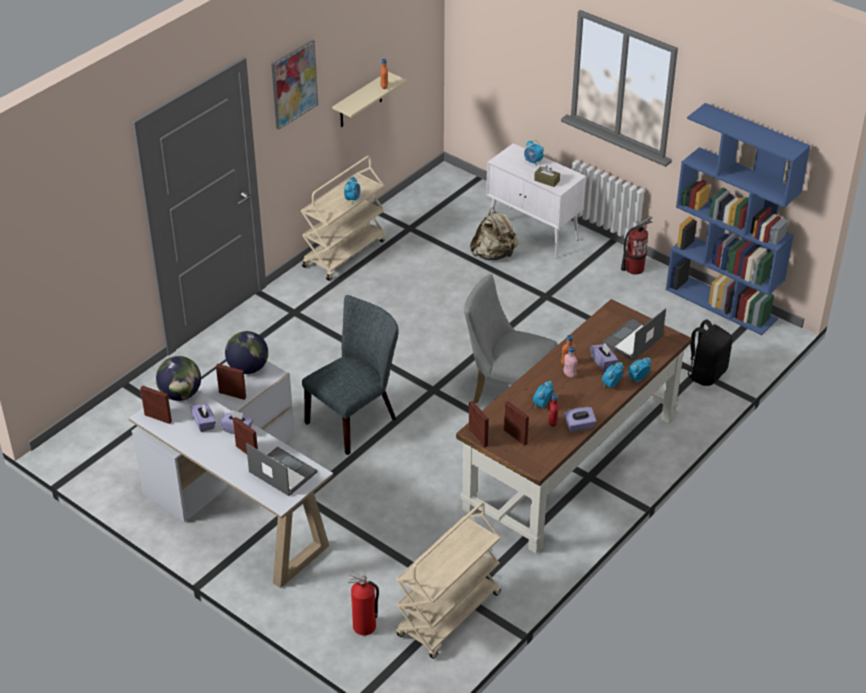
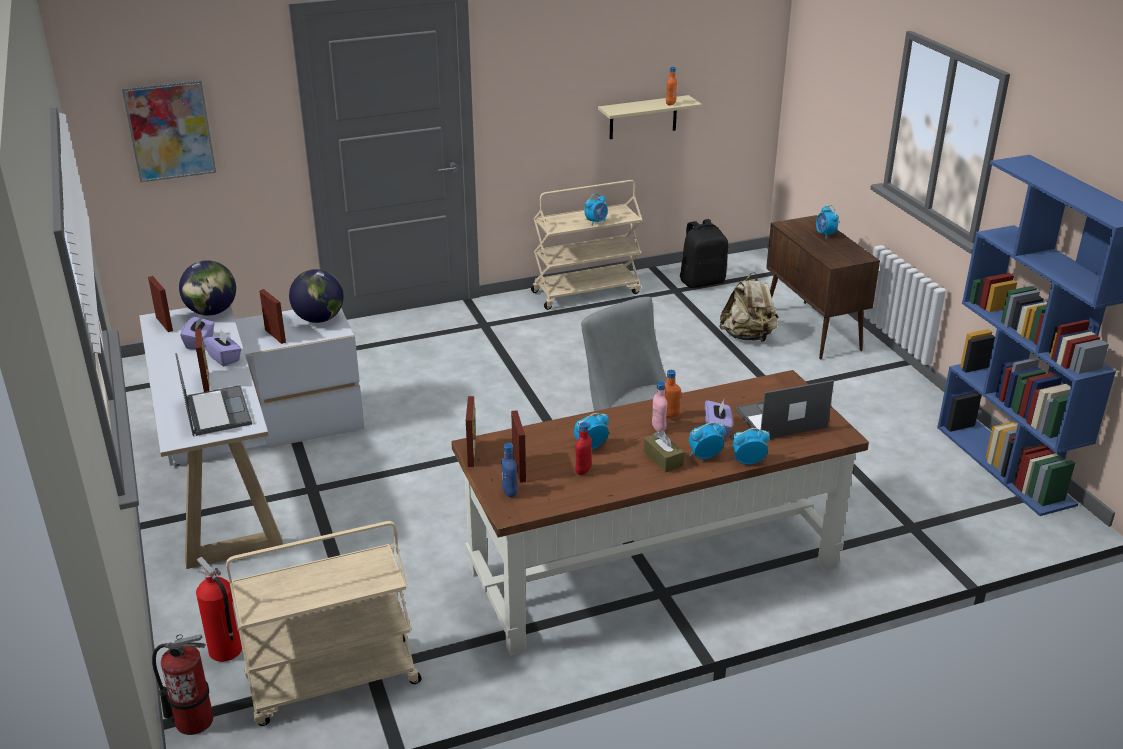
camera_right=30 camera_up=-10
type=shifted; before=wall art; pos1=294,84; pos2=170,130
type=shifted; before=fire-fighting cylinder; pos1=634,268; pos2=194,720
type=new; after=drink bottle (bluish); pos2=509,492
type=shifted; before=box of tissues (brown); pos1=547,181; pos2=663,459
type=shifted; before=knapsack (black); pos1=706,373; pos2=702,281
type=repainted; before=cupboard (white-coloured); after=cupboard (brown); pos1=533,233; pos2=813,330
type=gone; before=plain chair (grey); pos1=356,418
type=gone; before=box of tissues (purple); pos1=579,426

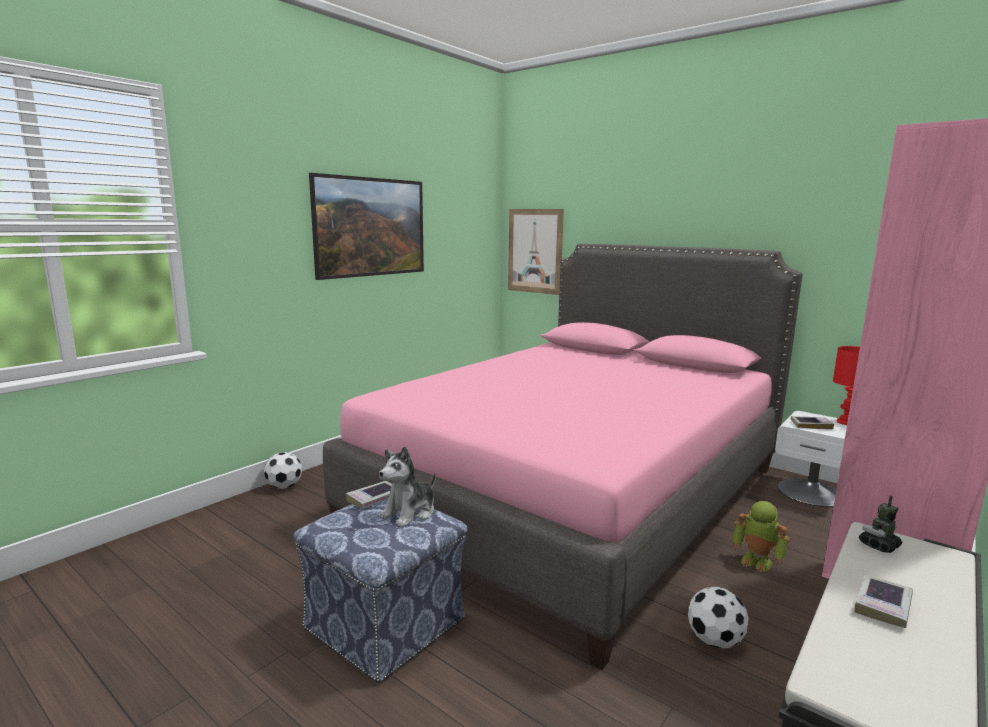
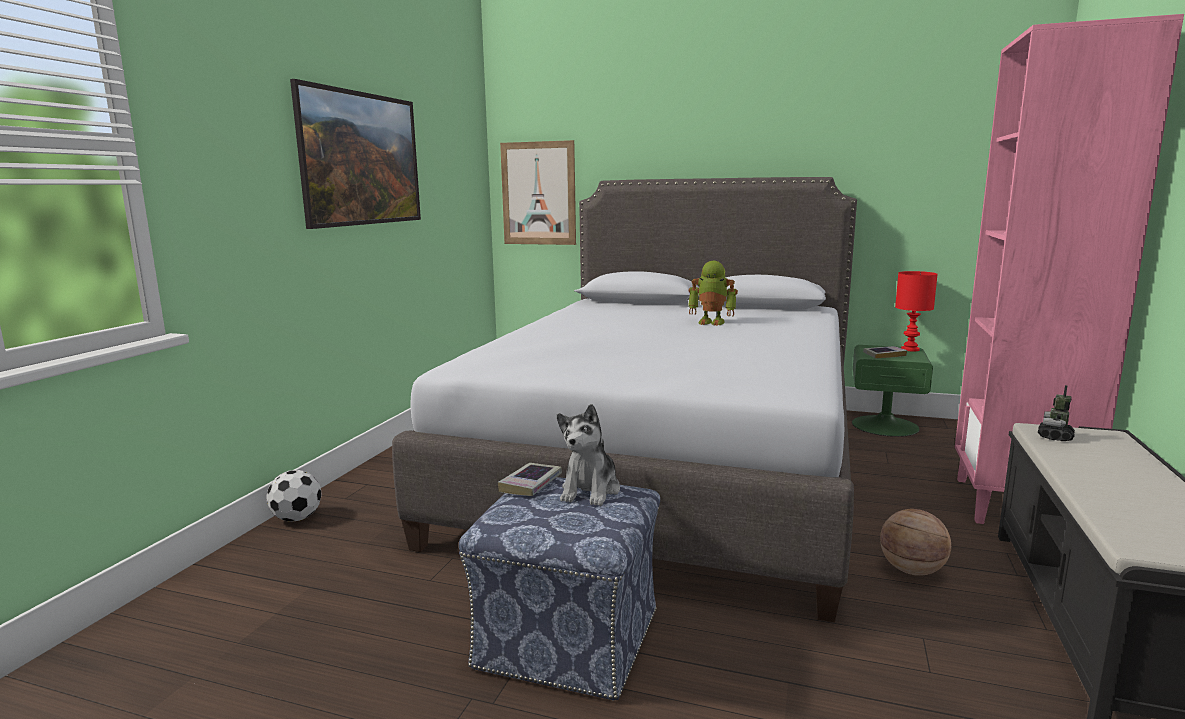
camera_right=-20 camera_up=0
type=repainted; before=bedroom bed (pink-coloured); after=bedroom bed (grey); pos1=574,495; pos2=667,465
type=shifted; before=toy robot; pos1=757,561; pos2=712,322
type=repainted; before=night table (white-coloured); after=night table (green); pos1=811,492; pos2=885,425
type=swapped; before=ball for football; after=ball for basketball; pos1=715,641; pos2=911,570
type=gone; before=volume; pos1=883,605

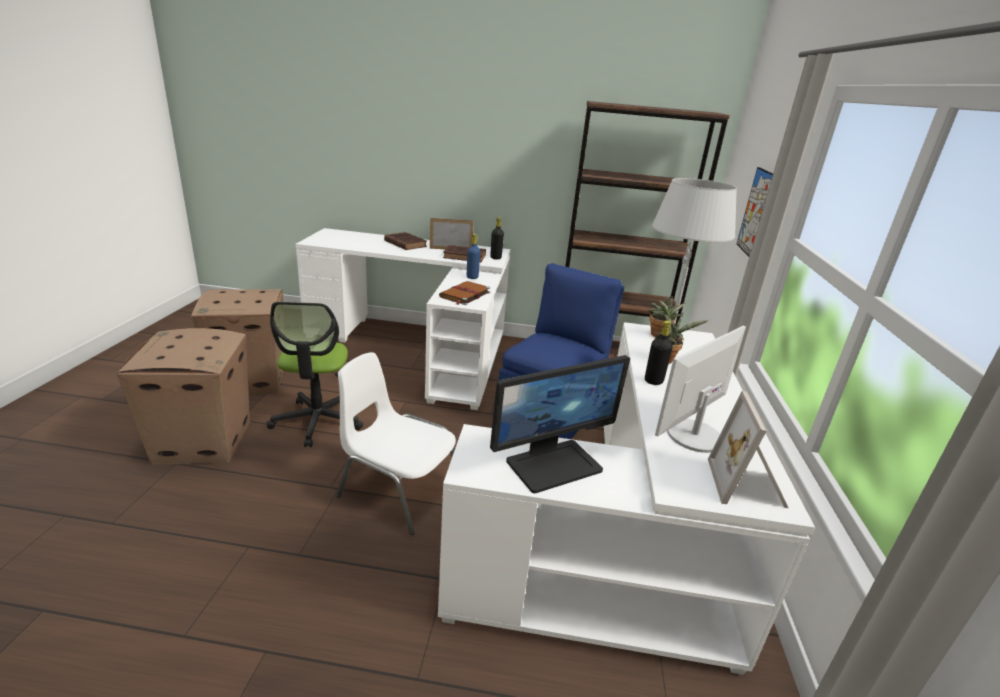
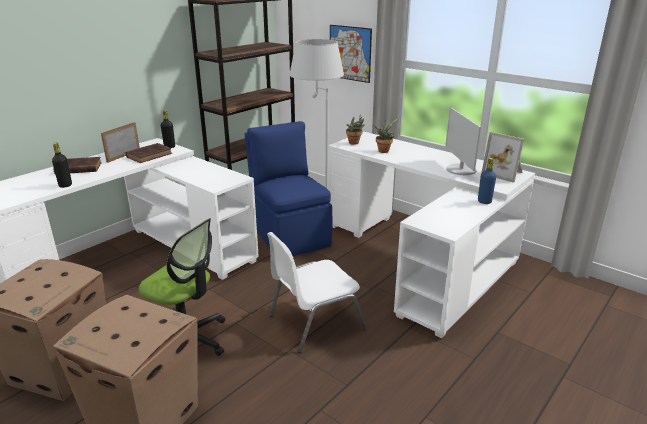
camera_right=-55 camera_up=0
type=shifted; before=drink bottle (black); pos1=653,381; pos2=65,185
type=shifted; before=drink bottle (bluish); pos1=472,277; pos2=484,201
type=gone; before=volume (brown); pos1=464,295
type=gone; before=computer display; pos1=553,464

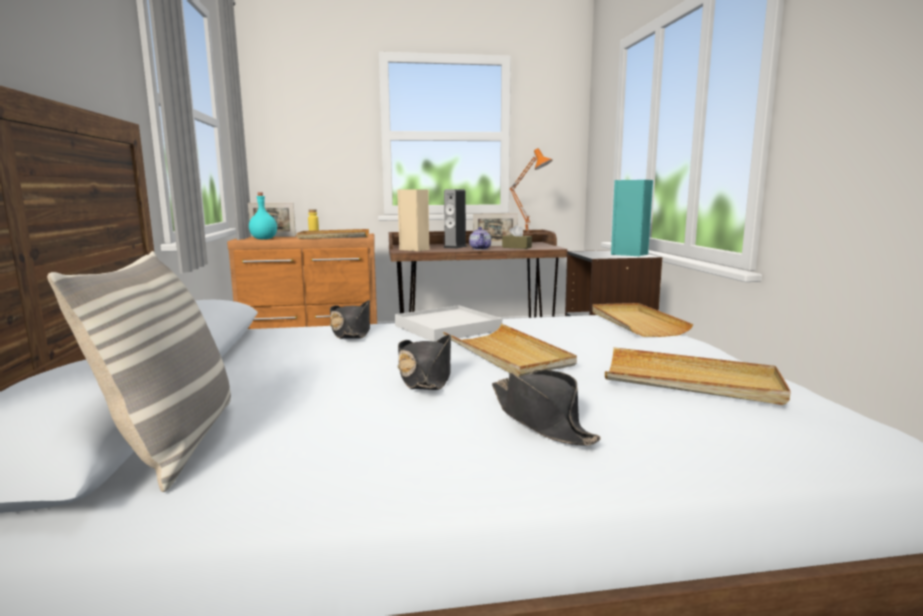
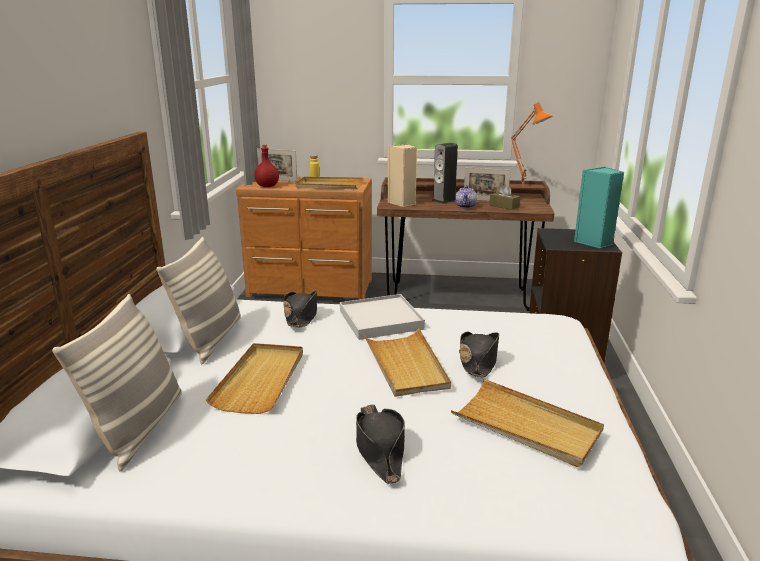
camera_right=15 camera_up=10
type=new; after=cushion; pos2=210,339
type=shifted; before=carrying tray (beige); pos1=635,323; pos2=261,380
type=repainted; before=drink bottle (turquoise-coloured); after=drink bottle (red); pos1=263,239; pos2=267,186
type=shifted; before=clothing hat (black); pos1=425,377; pos2=478,360

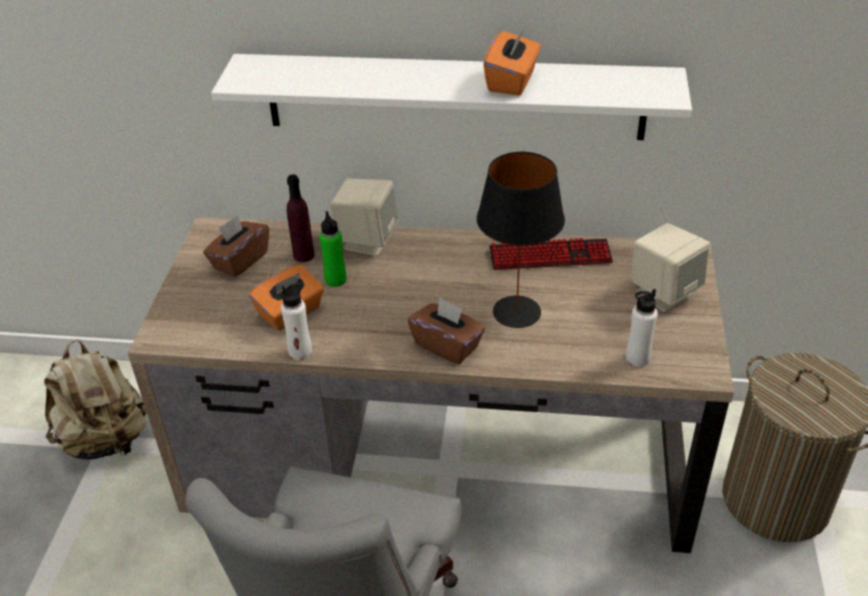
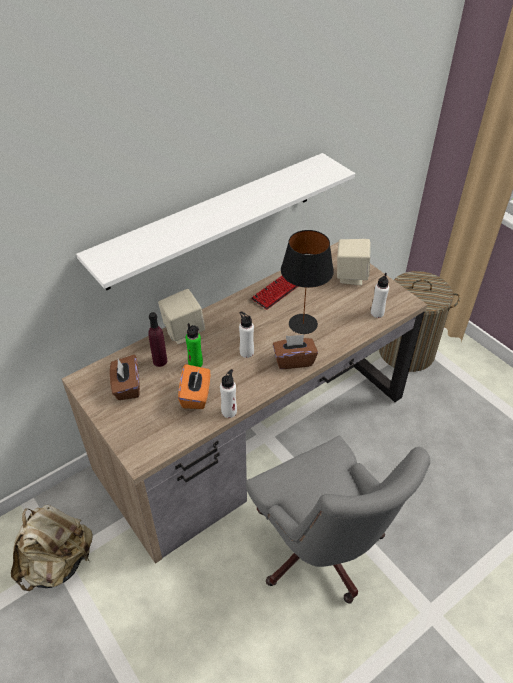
camera_right=-45 camera_up=5
type=new; after=drink bottle (white-coloured); pos2=246,352
type=gone; before=box of tissues (orangey); pos1=512,81

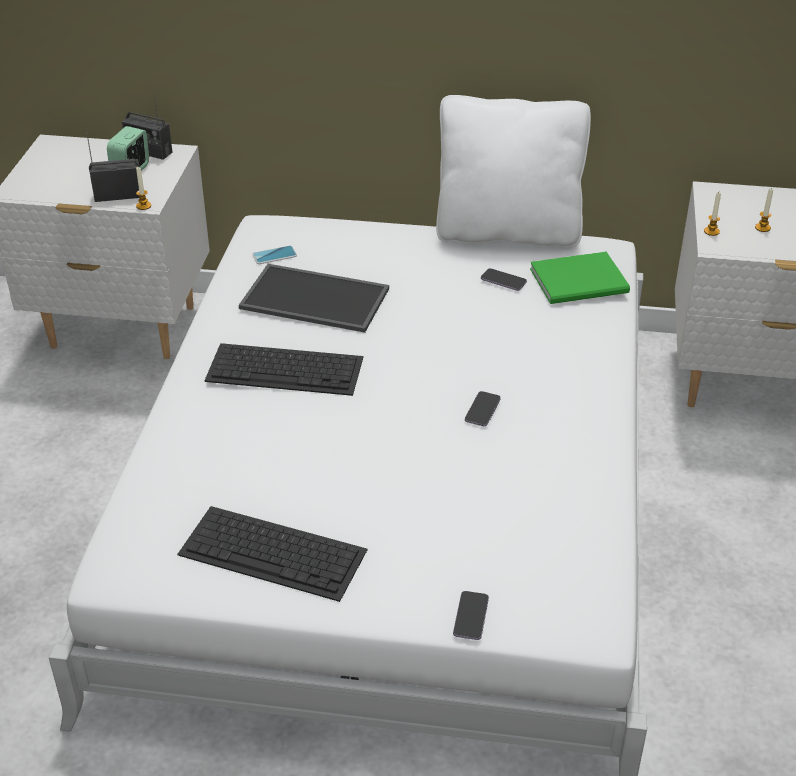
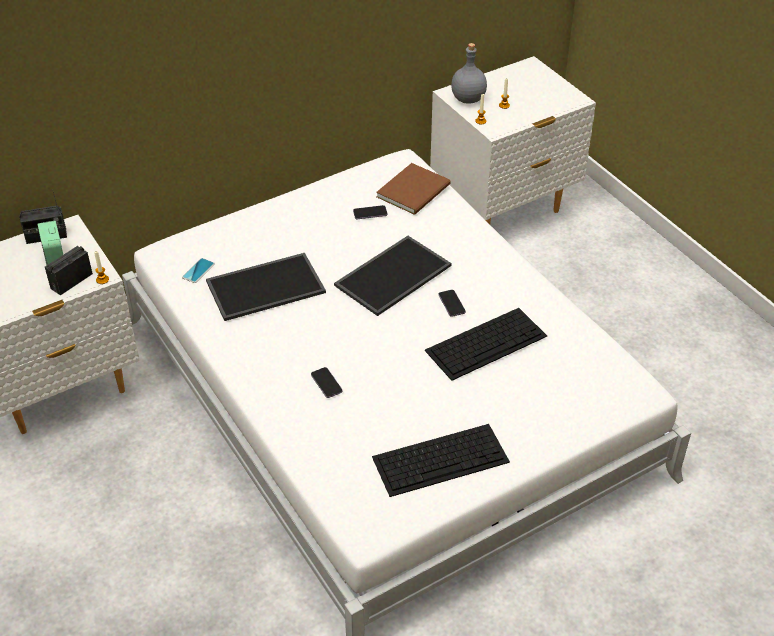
camera_right=-40 camera_up=5
type=shifted; before=telephone; pos1=471,616; pos2=326,383
type=new; after=carrying tray; pos2=392,274
type=repainted; before=volume (green); after=volume (brown); pos1=582,282; pos2=416,190
type=shifted; before=PC keyboard; pos1=286,369; pos2=486,342
type=new; after=drink bottle (grey); pos2=468,99
type=gone; before=cushion (white-coloured); pos1=507,232

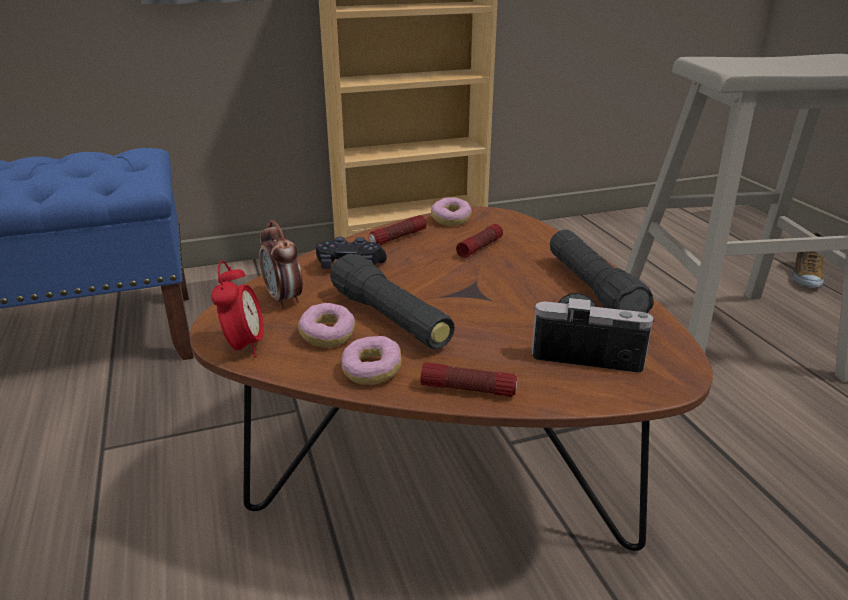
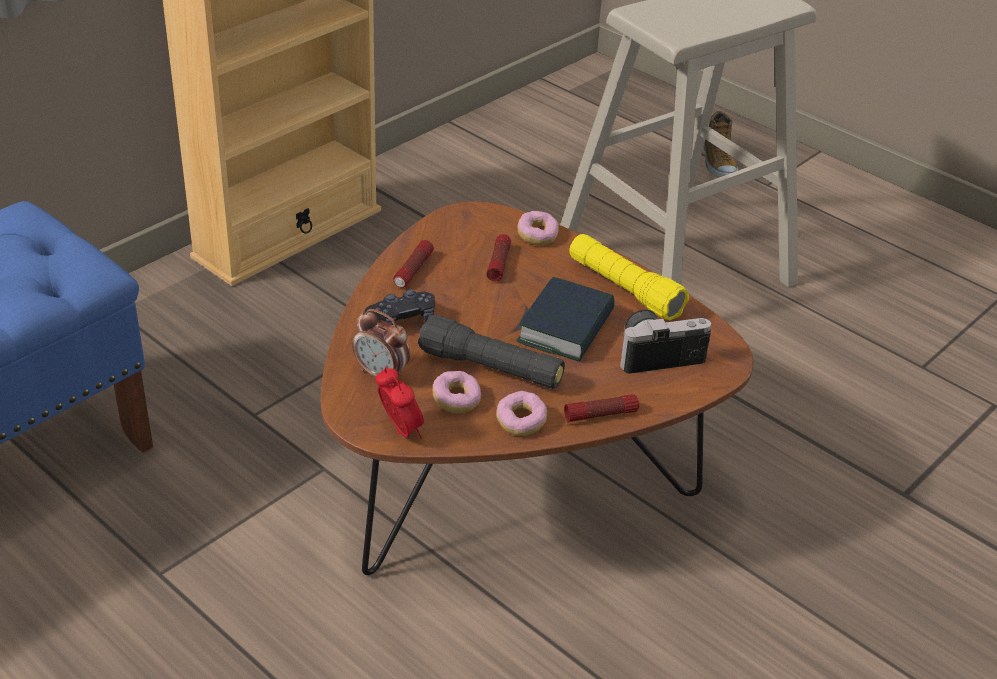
camera_right=-30 camera_up=10
type=new; after=volume; pos2=566,328
type=shifted; before=ring doughnut; pos1=451,220; pos2=537,236
type=repainted; before=torch (black); after=torch (yellow-coloured); pos1=592,289; pos2=624,289

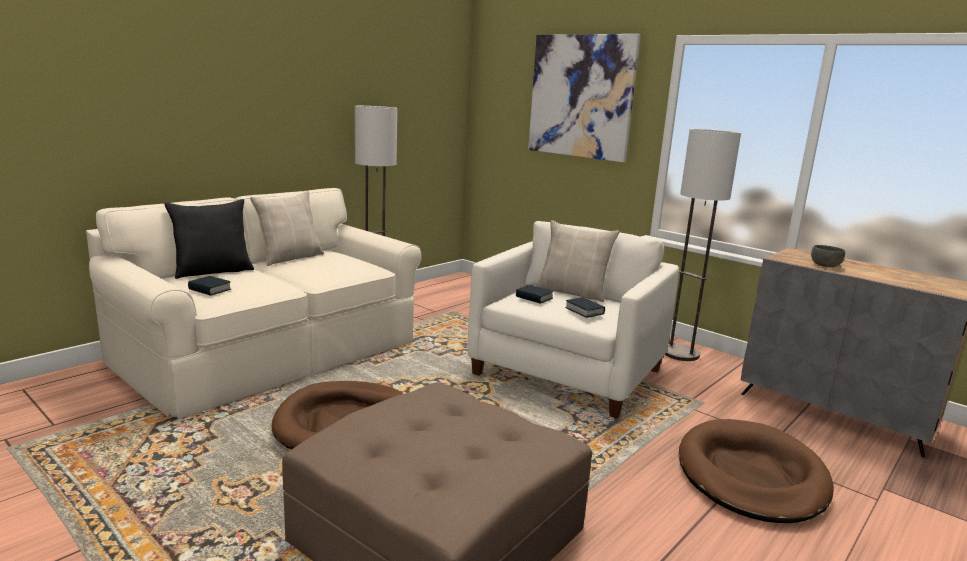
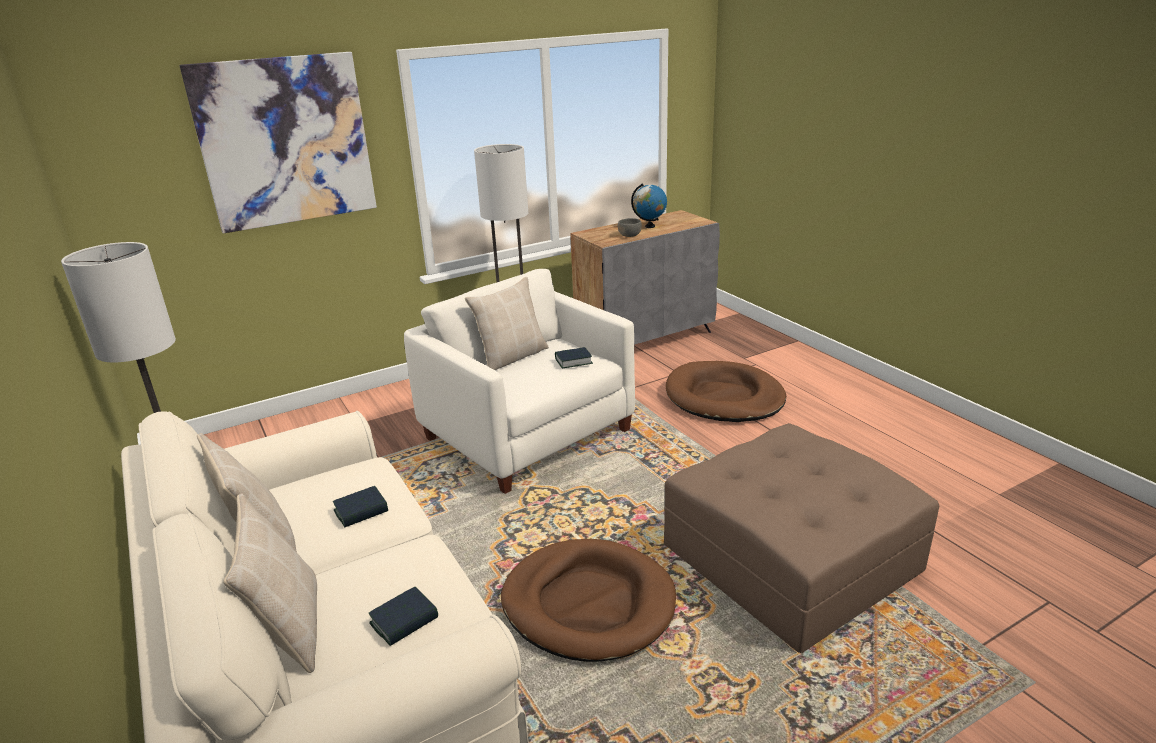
camera_right=-70 camera_up=10
type=repainted; before=cushion (black); after=cushion (beige); pos1=213,271; pos2=289,628
type=shifted; before=volume; pos1=534,298; pos2=361,511
type=new; after=world globe; pos2=649,226

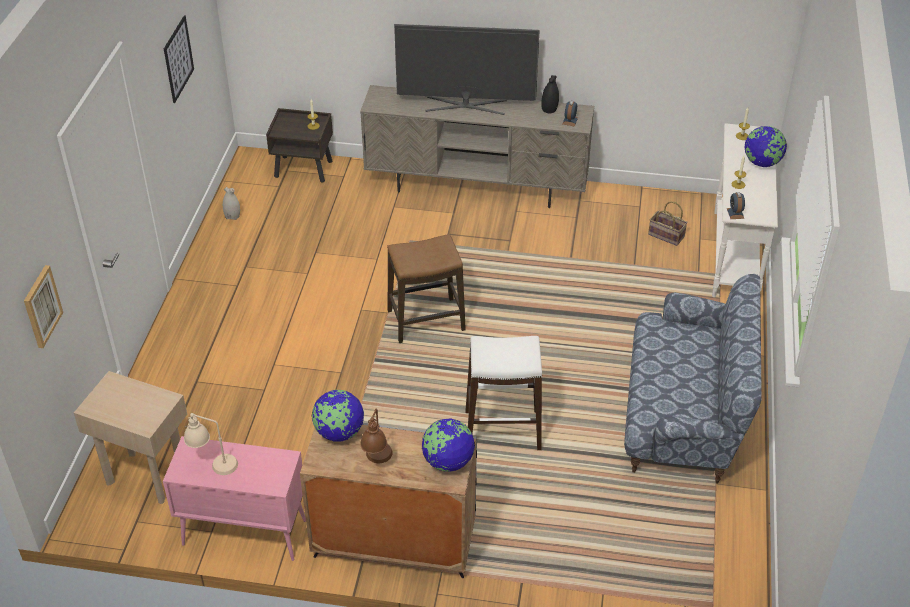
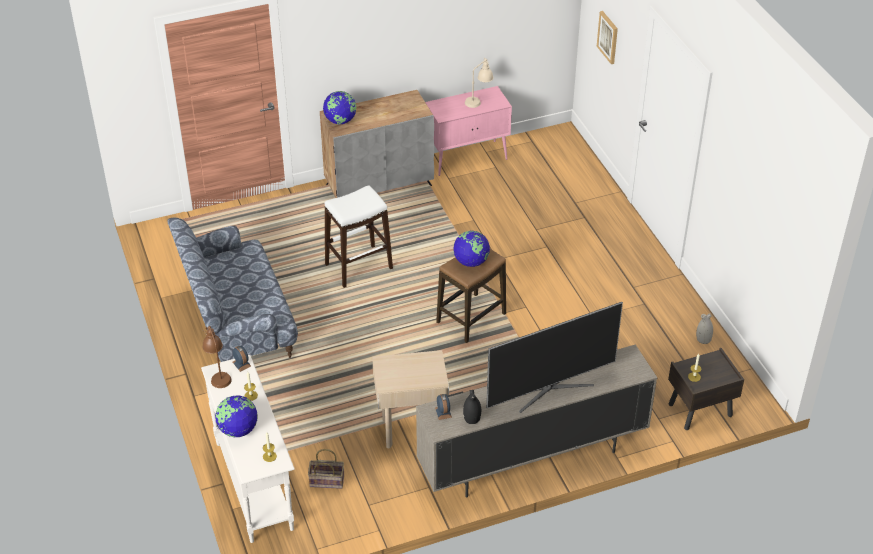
camera_right=150 camera_up=0
type=shifted; before=lamp for a table (brown); pos1=378,462; pos2=218,374
type=shifted; before=accent table (beige); pos1=147,475; pos2=411,431
type=shifted; before=world globe; pos1=339,433; pos2=471,262
type=gone; before=wall art; pos1=178,59

